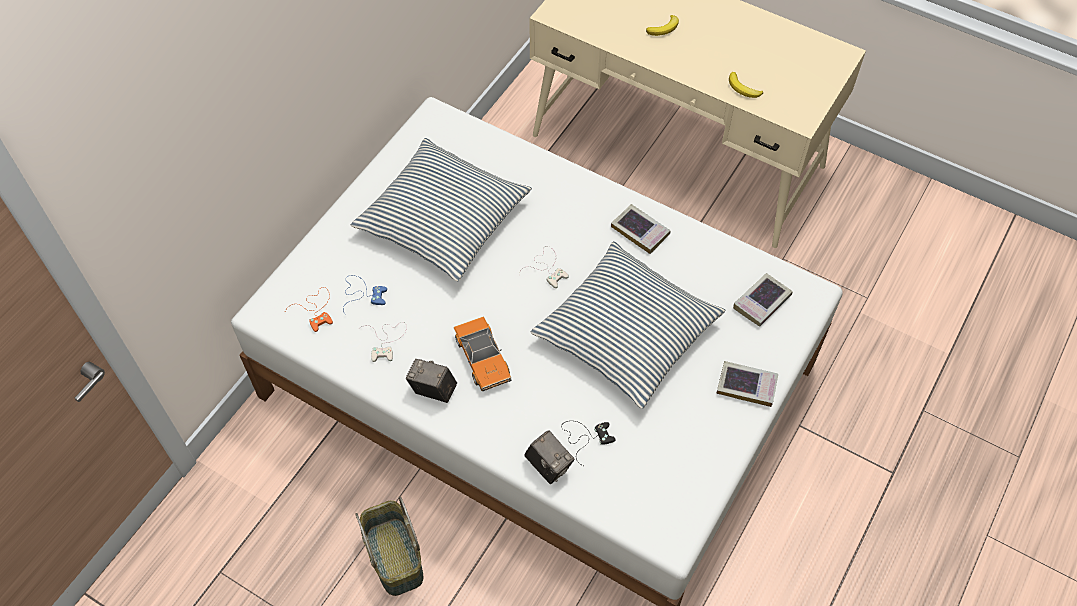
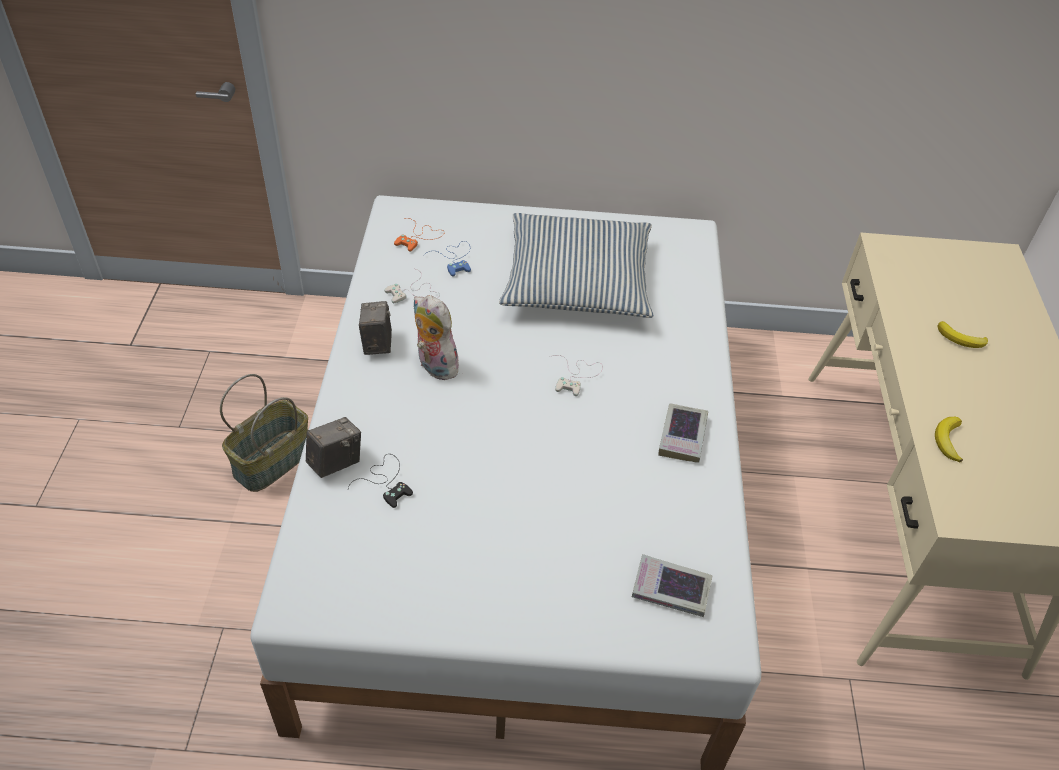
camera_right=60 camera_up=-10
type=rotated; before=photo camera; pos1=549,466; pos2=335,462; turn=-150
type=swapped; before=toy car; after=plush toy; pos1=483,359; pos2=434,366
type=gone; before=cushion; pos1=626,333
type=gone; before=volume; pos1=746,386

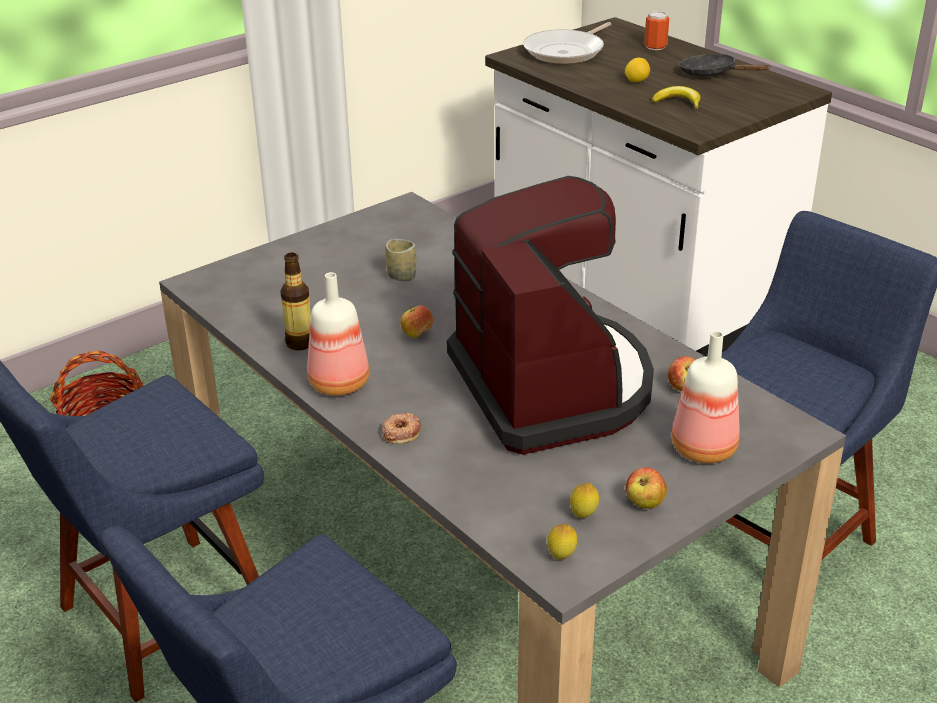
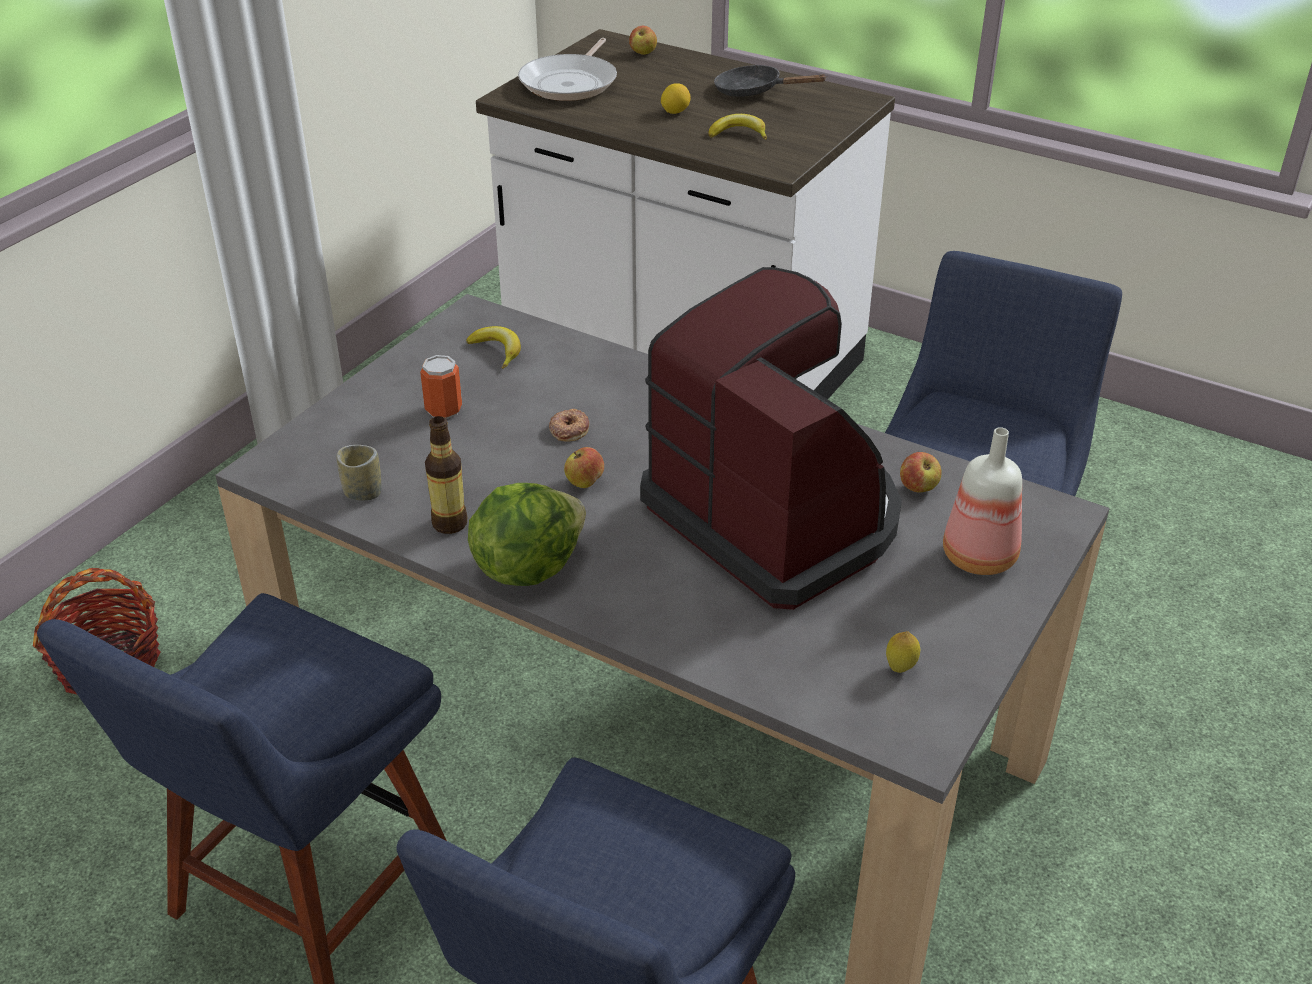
camera_right=-20 camera_up=5
type=shifted; before=small cup; pos1=401,276; pos2=363,492
type=shifted; before=sealed can; pos1=655,46; pos2=443,410
type=new; after=banana; pos2=497,351
type=swapped; before=drink bottle; after=head of lettuce; pos1=337,383; pos2=527,567
type=shifted; before=ring doughnut; pos1=401,432; pos2=569,429
type=shifted; before=whole apple; pos1=644,503; pos2=643,53
type=gone; before=whole lemon; pos1=561,557

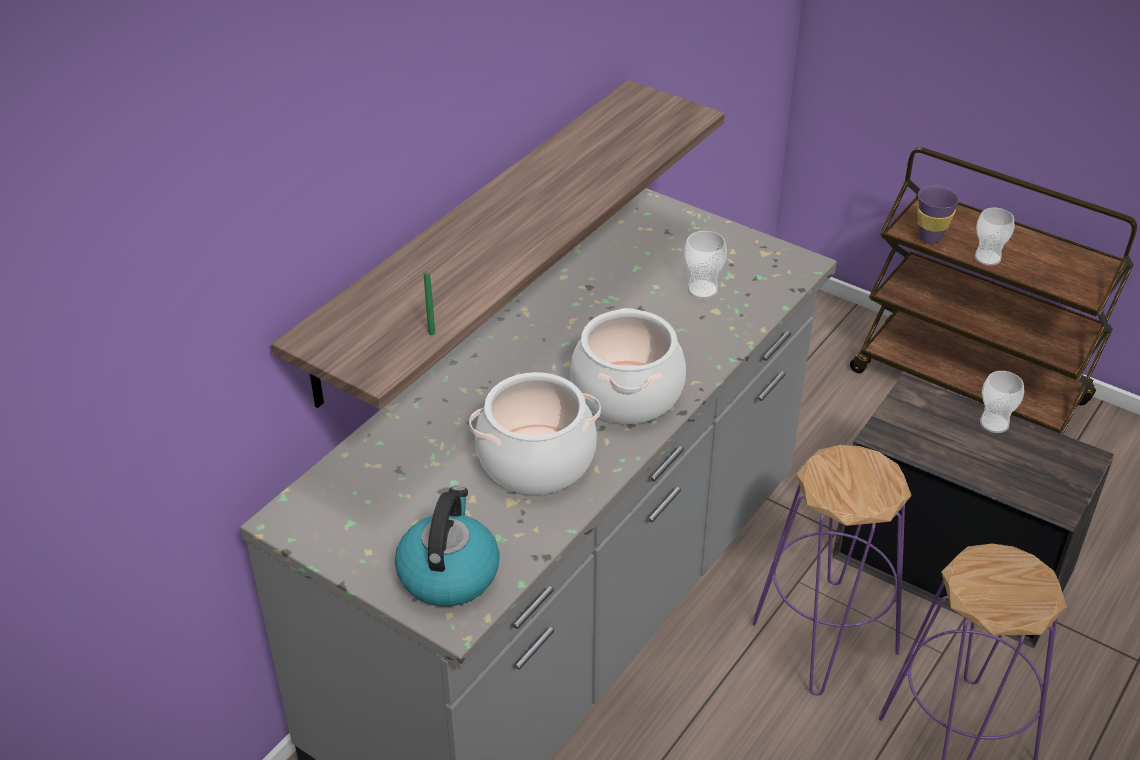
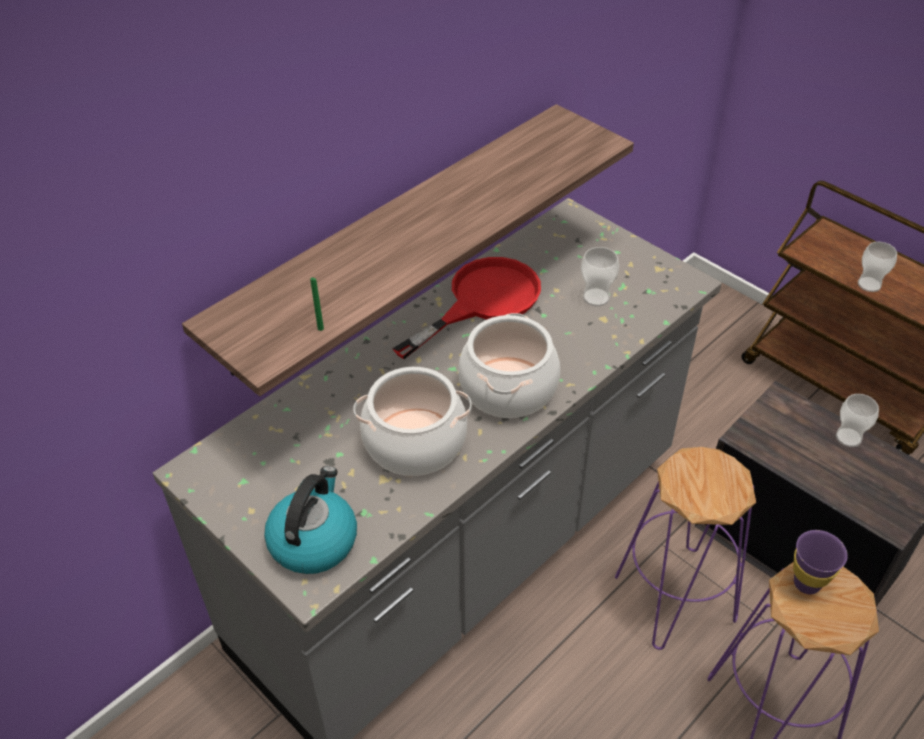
camera_right=10 camera_up=5
type=new; after=skillet (red); pos2=482,301
type=shifted; before=small cup (purple); pos1=930,237; pos2=807,583

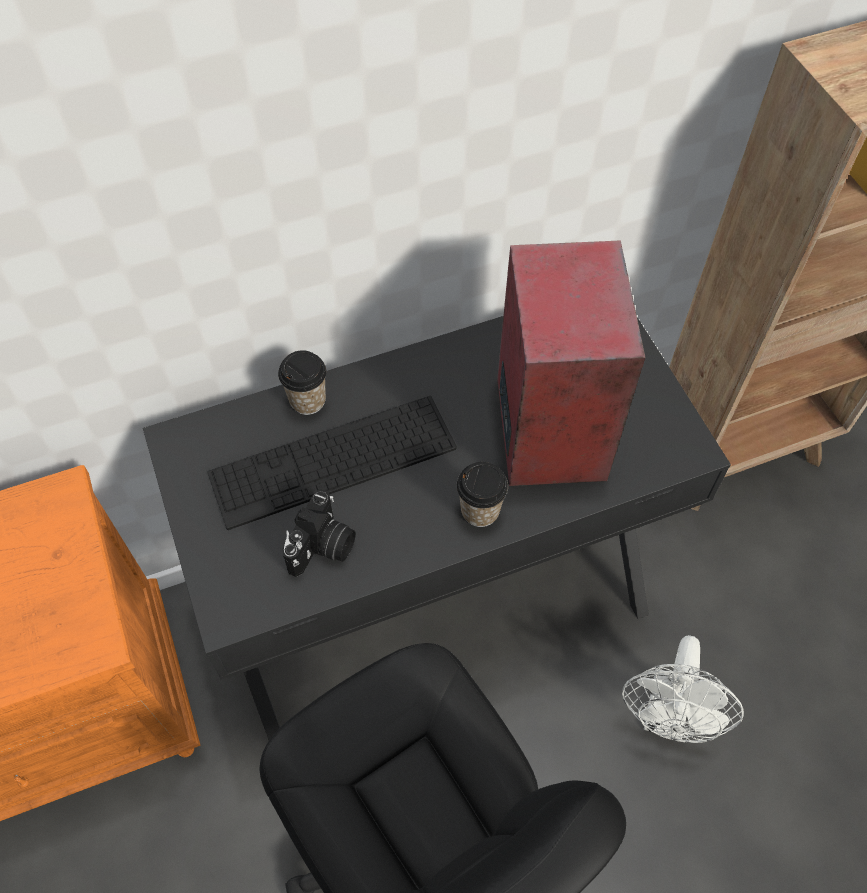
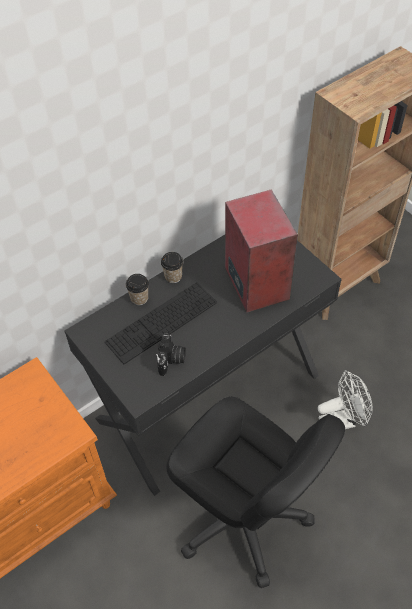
camera_right=-15 camera_up=-5
type=shifted; before=small cup; pos1=480,510; pos2=173,276
type=rotated; before=electric fan (white-coloured); pos1=666,717; pos2=342,420; turn=-105

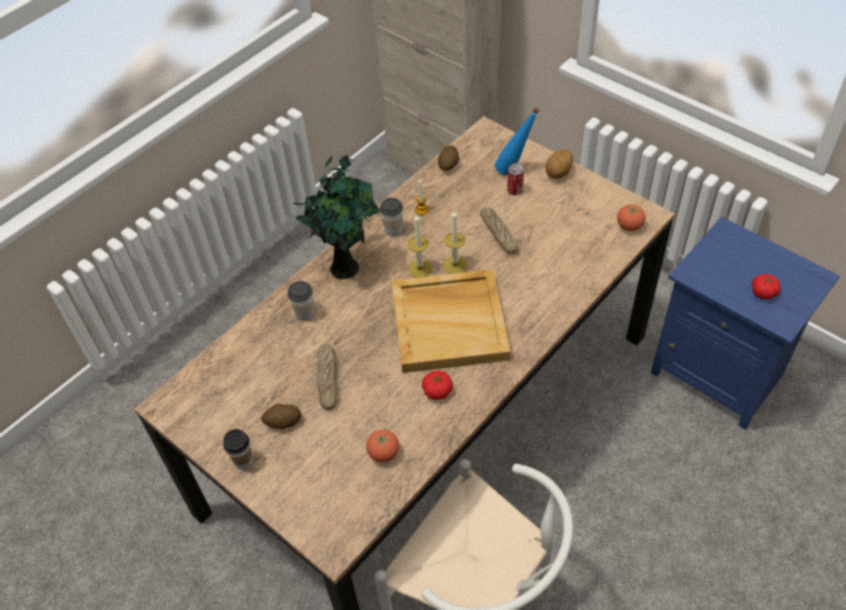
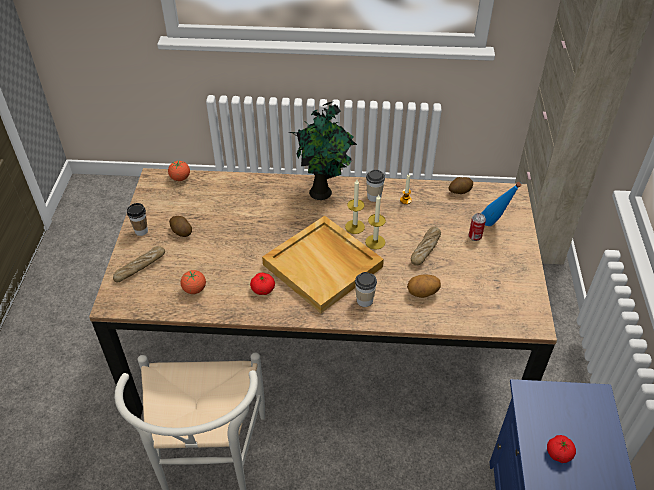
camera_right=50 camera_up=-5
type=shifted; before=baked bread; pos1=328,379; pos2=140,267
type=shifted; before=tomato; pos1=629,226; pos2=180,178
type=shifted; before=small cup; pos1=304,313; pos2=364,300
type=shifted; before=whole potato; pos1=558,173; pos2=422,293

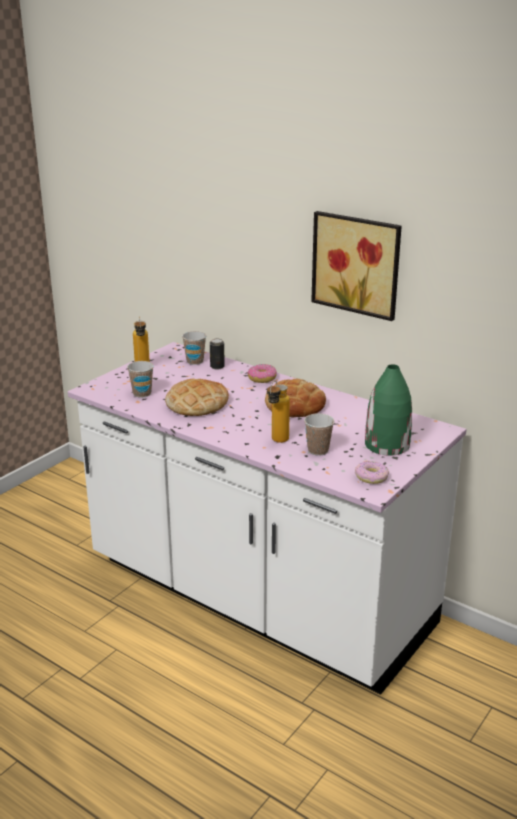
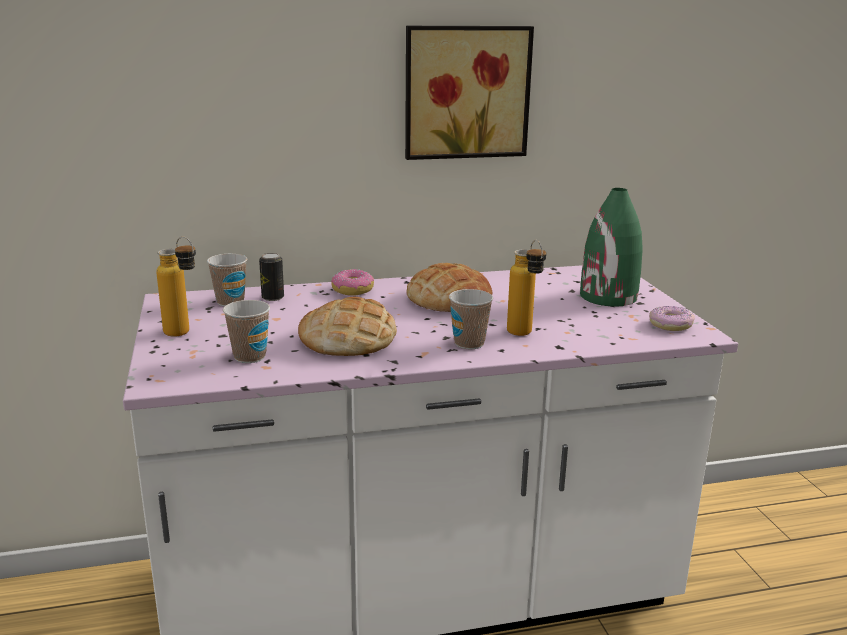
camera_right=-50 camera_up=-5
type=shifted; before=small cup; pos1=318,450; pos2=469,343

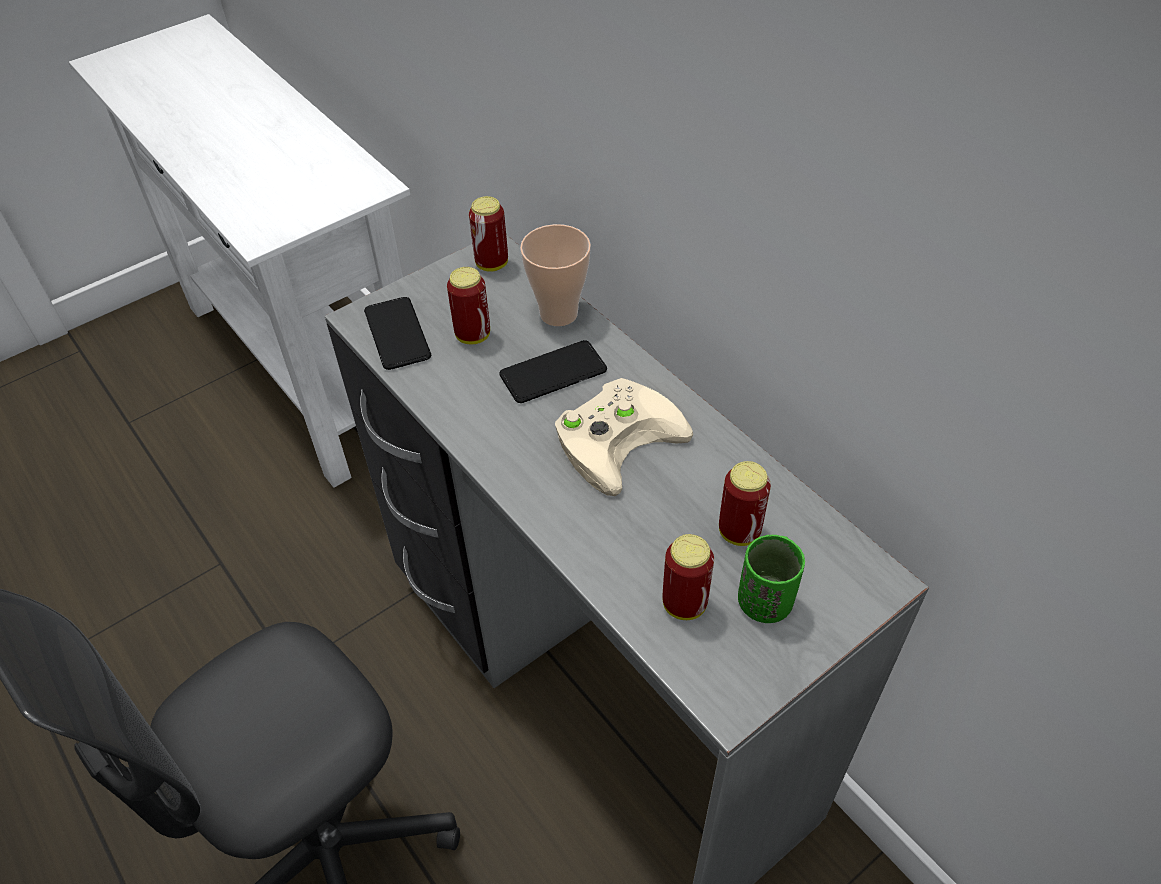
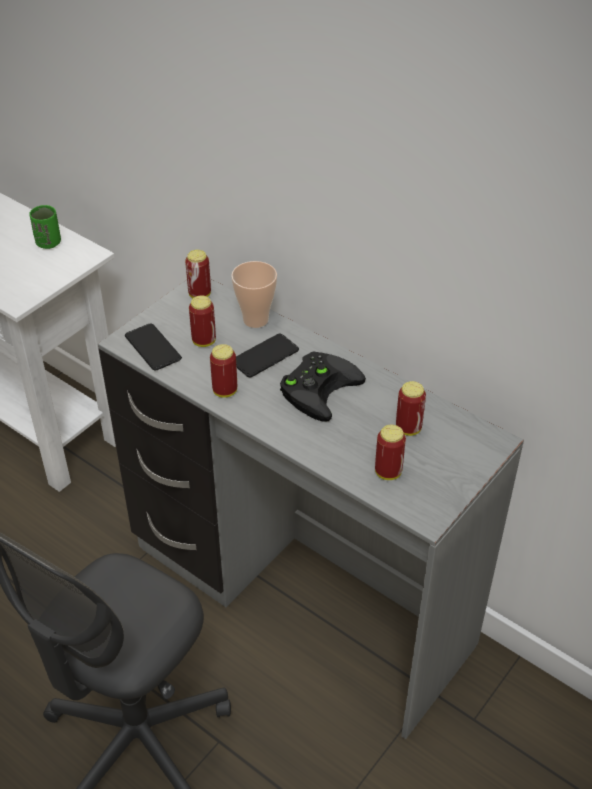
camera_right=-15 camera_up=-5
type=shifted; before=small cup (green); pos1=764,603; pos2=48,243
type=new; after=sealed can; pos2=225,391
type=repainted; before=joypad (beige); after=joypad (black); pos1=618,435; pos2=318,386

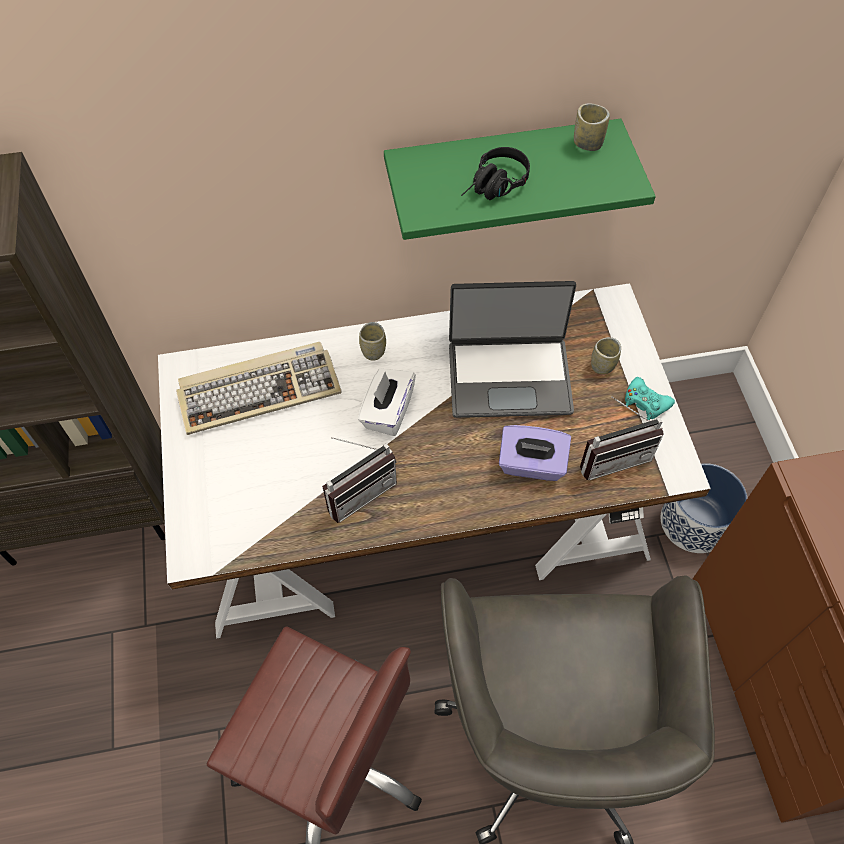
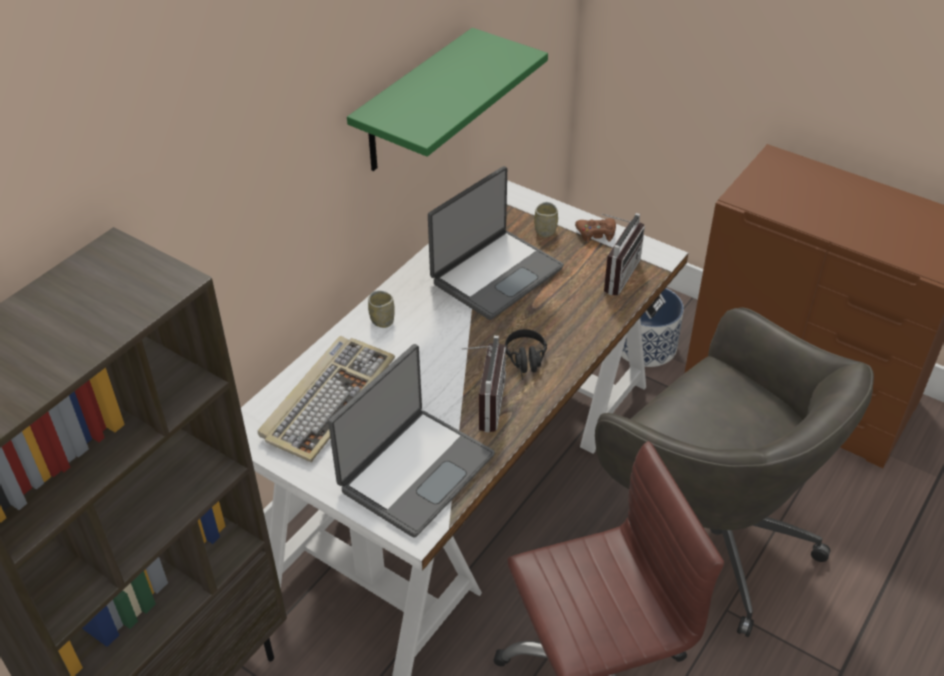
camera_right=-45 camera_up=-15
type=new; after=notebook computer; pos2=415,471
type=shifted; before=headphones (black); pos1=494,187; pos2=526,363
type=repainted; before=joypad (turquoise-coloured); after=joypad (brown); pos1=645,402; pos2=596,234
type=gone; before=box of tissues (white-coloured); pos1=387,412
type=gone; before=box of tissues (purple); pos1=531,465
type=gone; before=small cup; pos1=587,143

